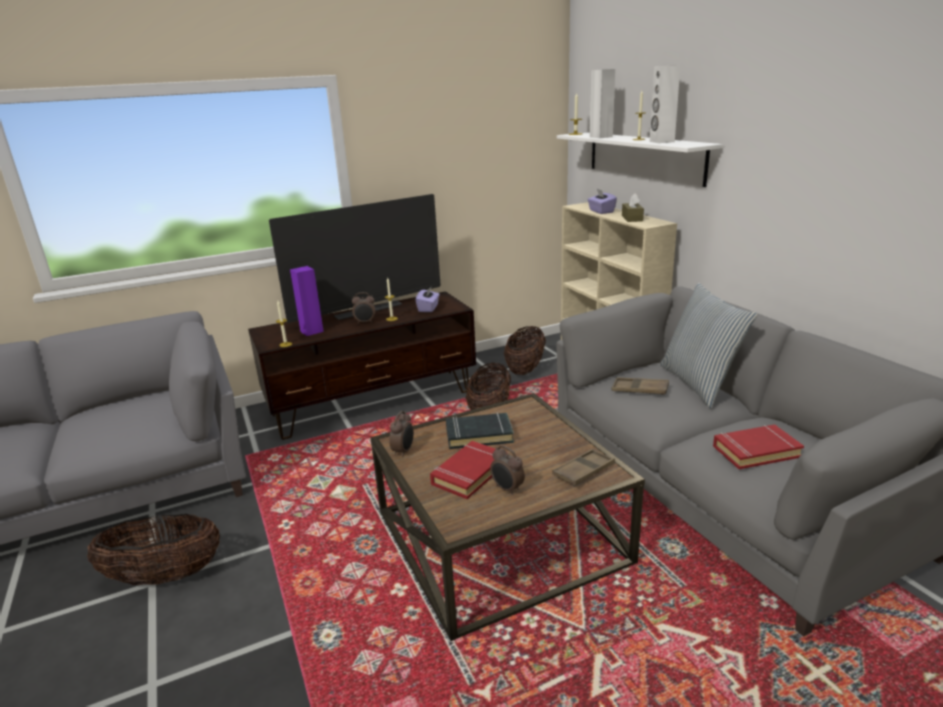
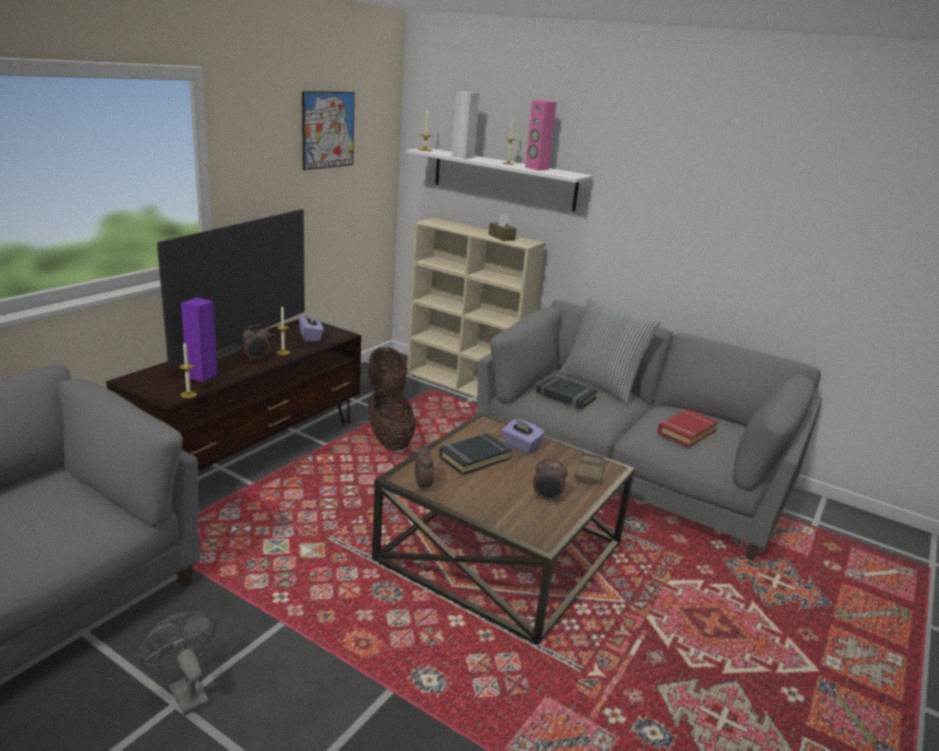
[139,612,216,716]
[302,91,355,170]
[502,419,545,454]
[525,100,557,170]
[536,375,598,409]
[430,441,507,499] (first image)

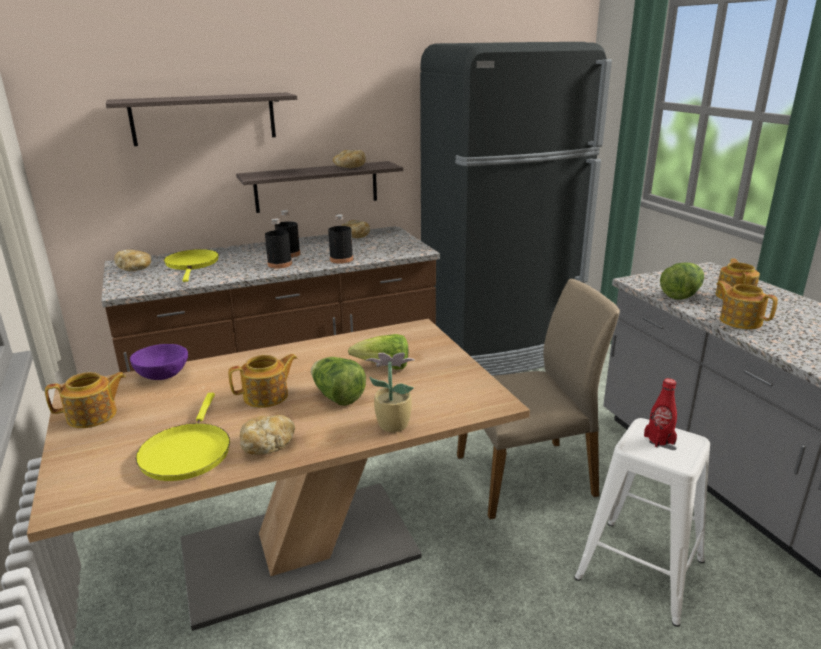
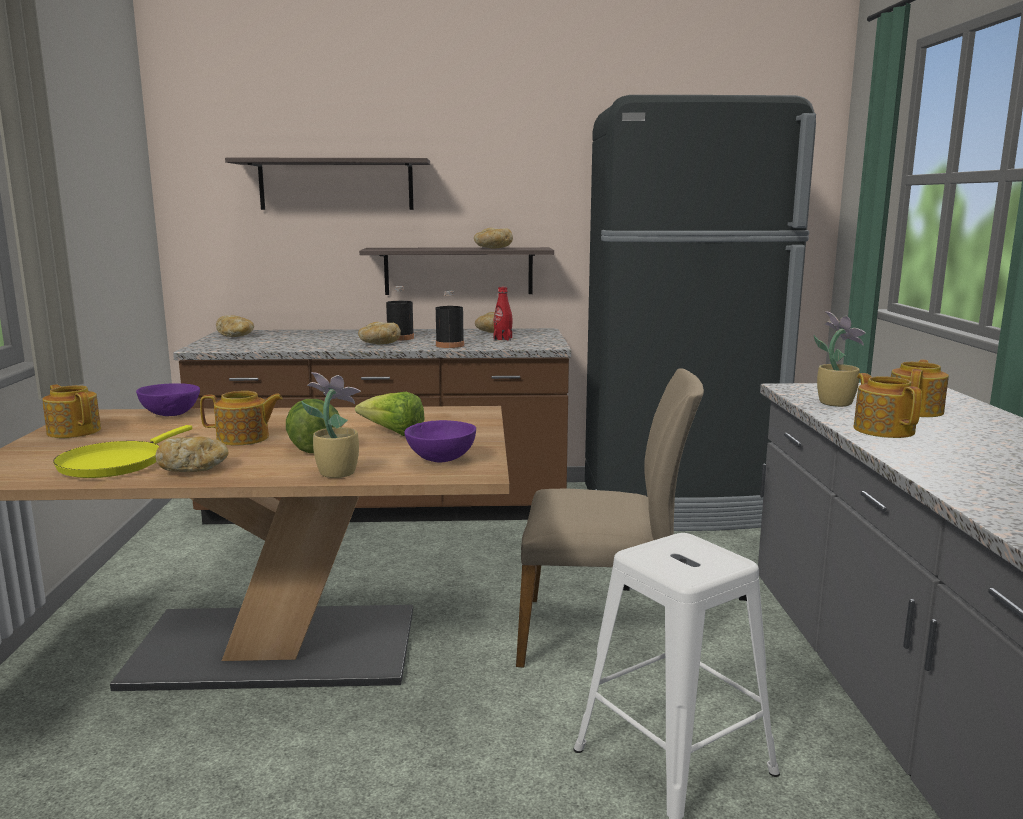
[42,384,101,438]
[358,322,401,344]
[404,420,476,463]
[494,287,513,341]
[814,311,866,407]
[164,249,219,282] (first image)

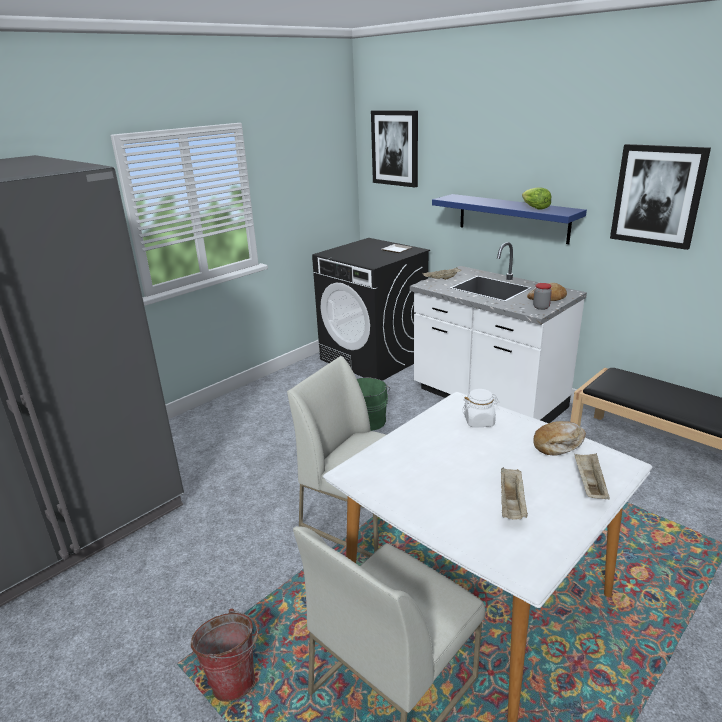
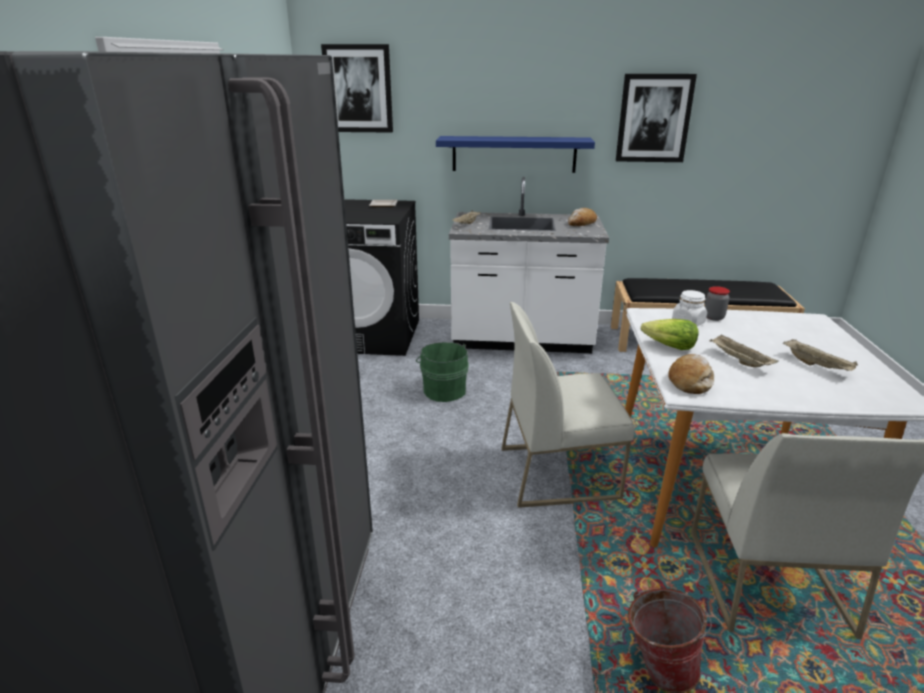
[641,319,699,350]
[668,354,714,394]
[705,286,730,321]
[710,334,779,367]

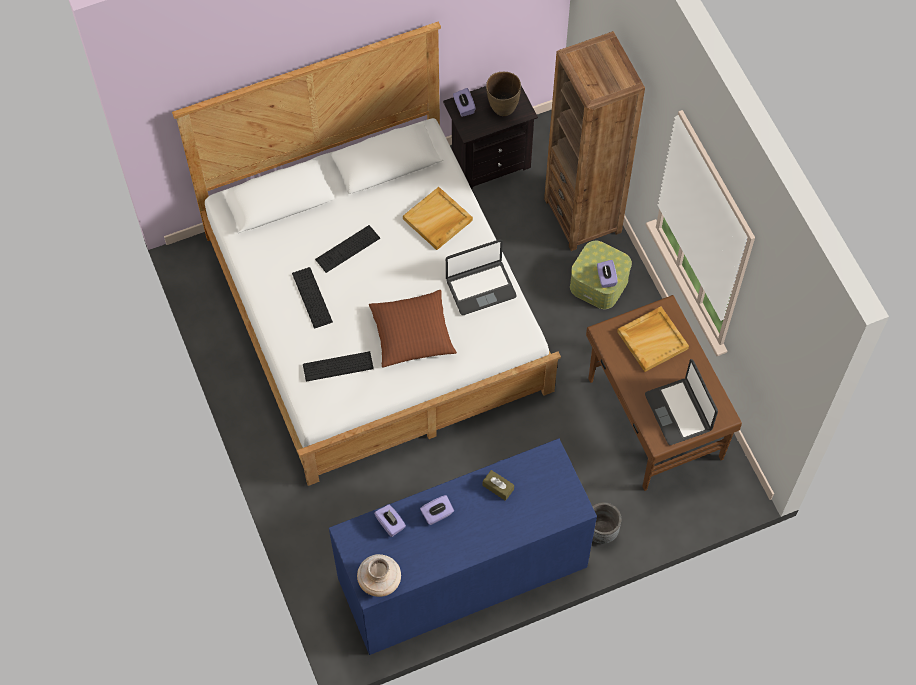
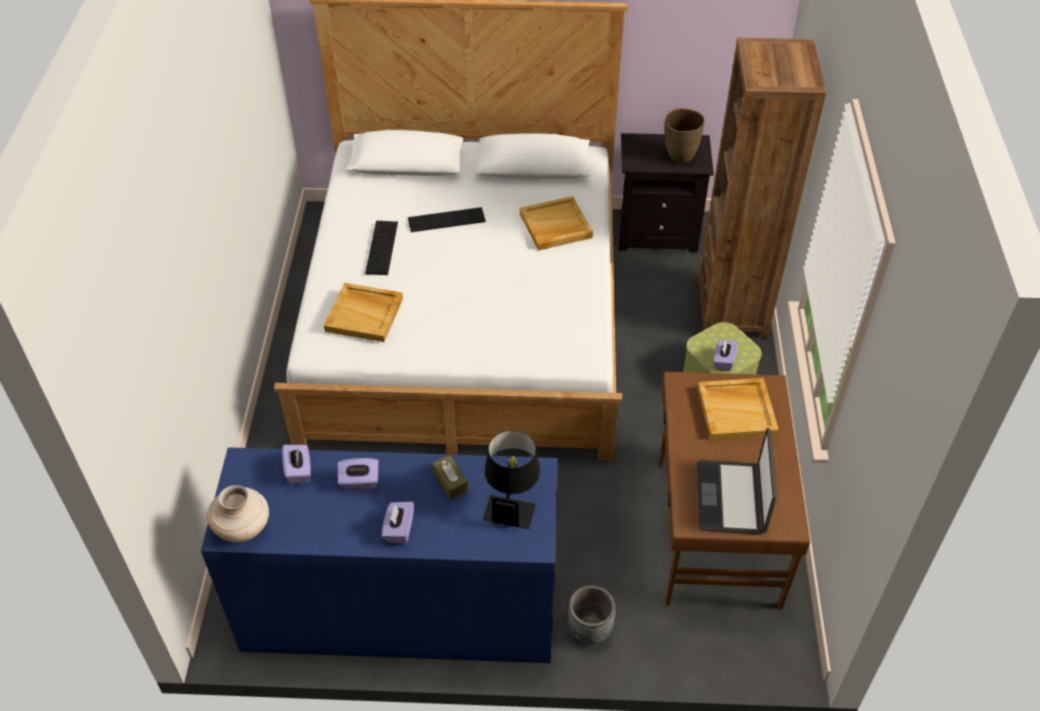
[324,283,403,342]
[382,502,414,544]
[483,430,540,529]
[369,290,457,367] (first image)
[446,239,517,315] (first image)

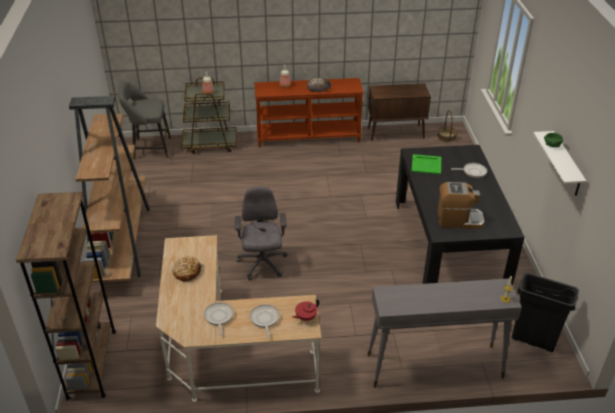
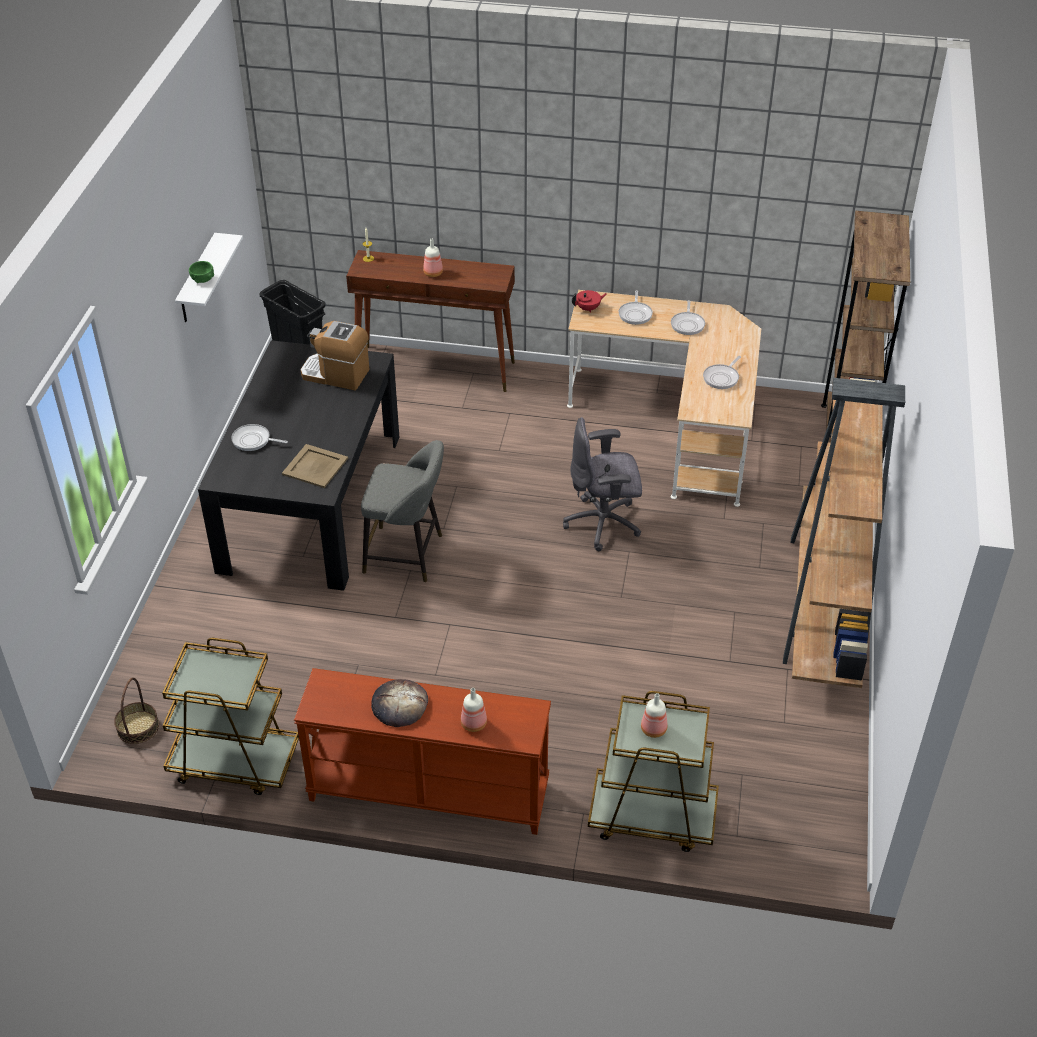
[162,638,299,795]
[282,444,348,488]
[346,250,515,392]
[361,440,444,582]
[423,239,443,277]
[563,417,642,551]
[703,356,741,389]

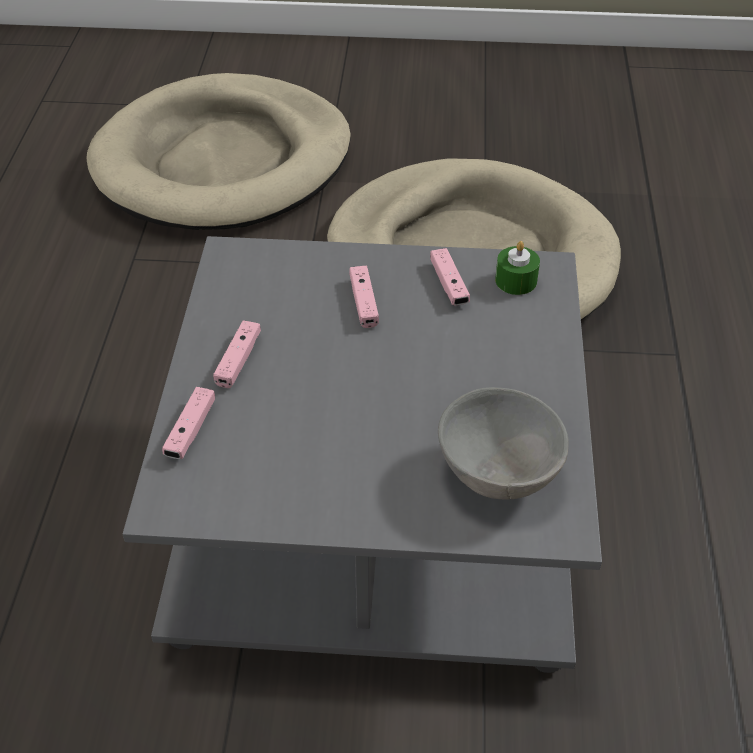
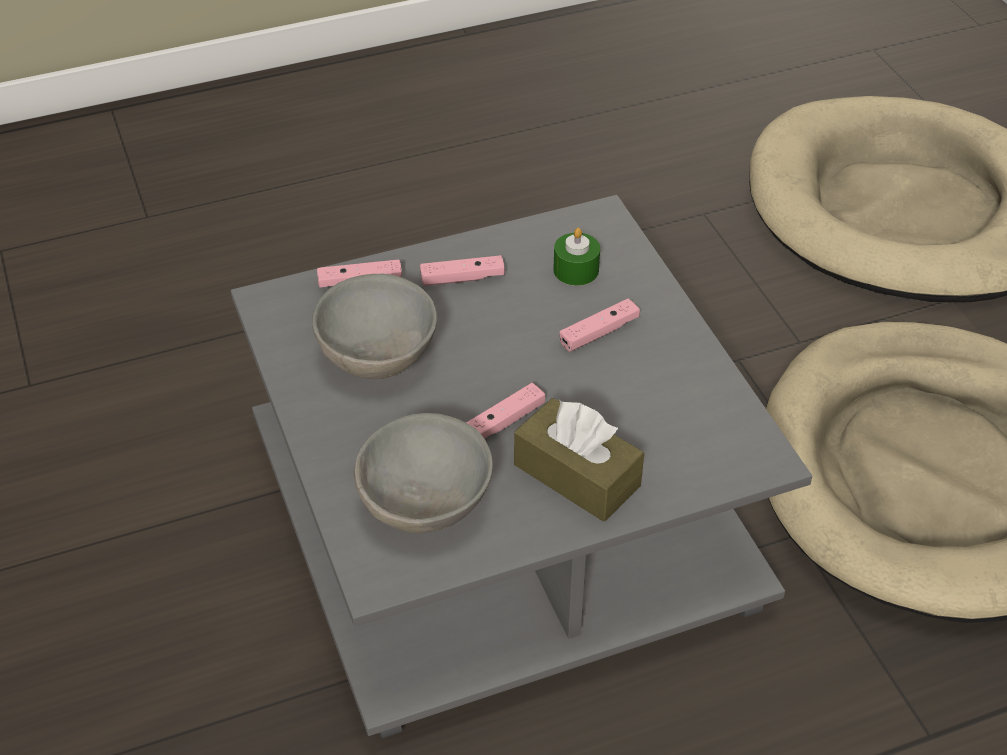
[312,274,437,379]
[466,383,545,439]
[514,398,644,522]
[553,228,600,286]

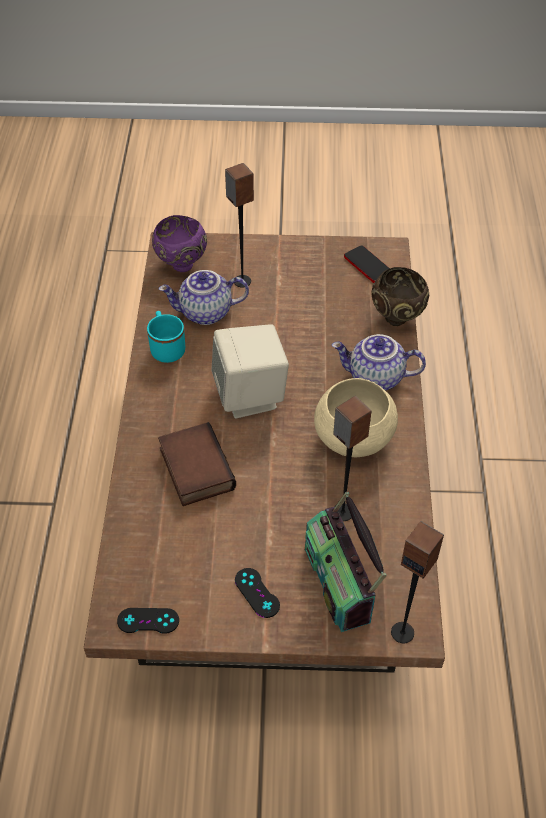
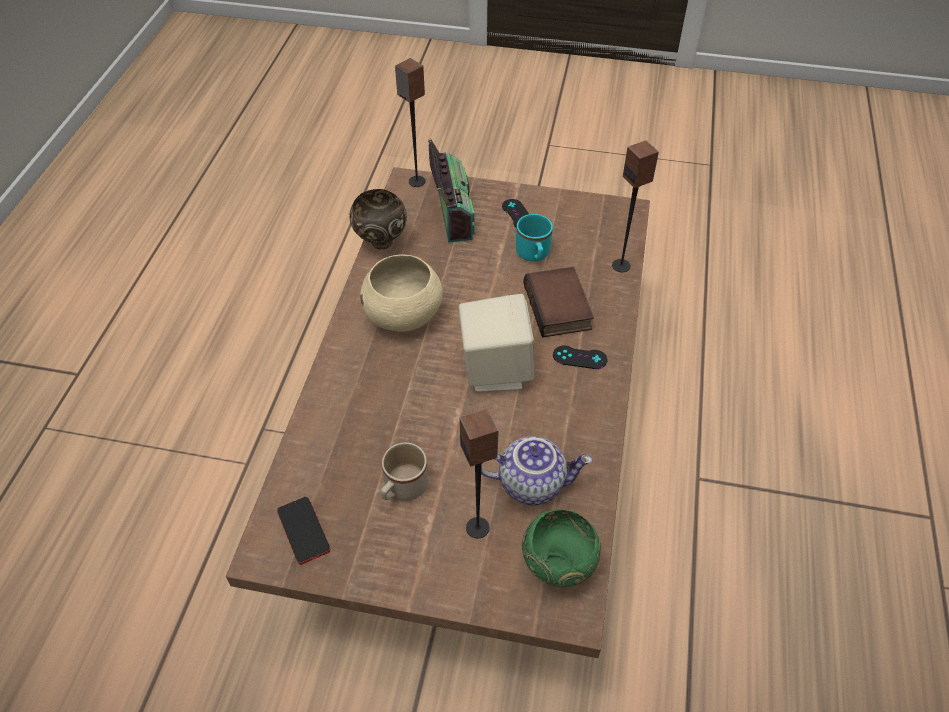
[350,189,407,250]
[381,442,428,501]
[516,214,553,262]
[522,510,601,587]
[553,345,607,369]
[612,141,659,272]
[332,334,426,391] (first image)

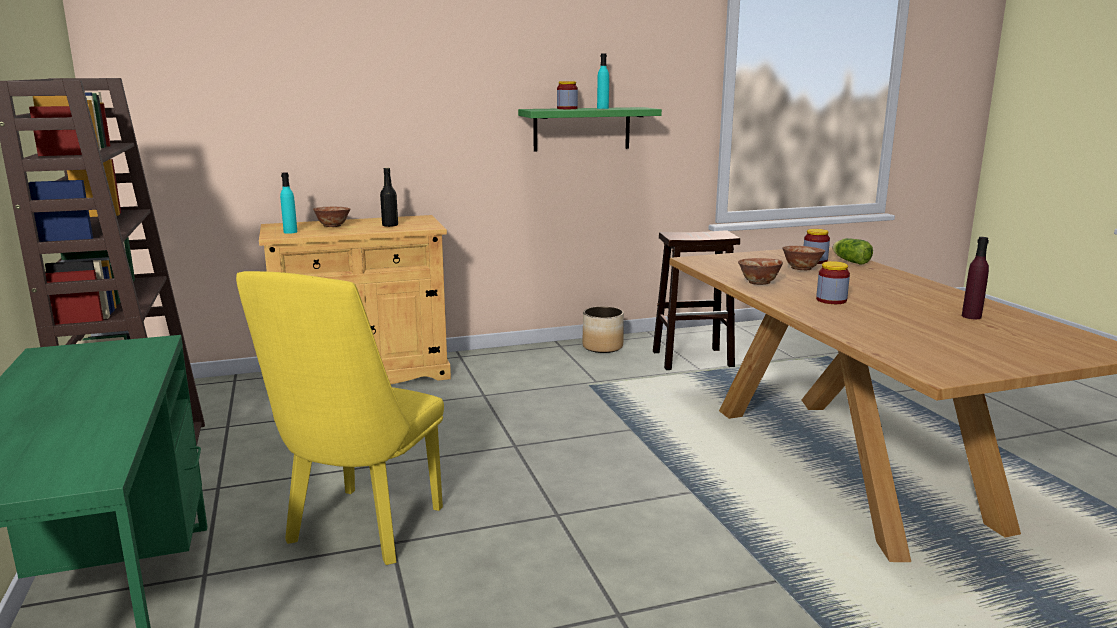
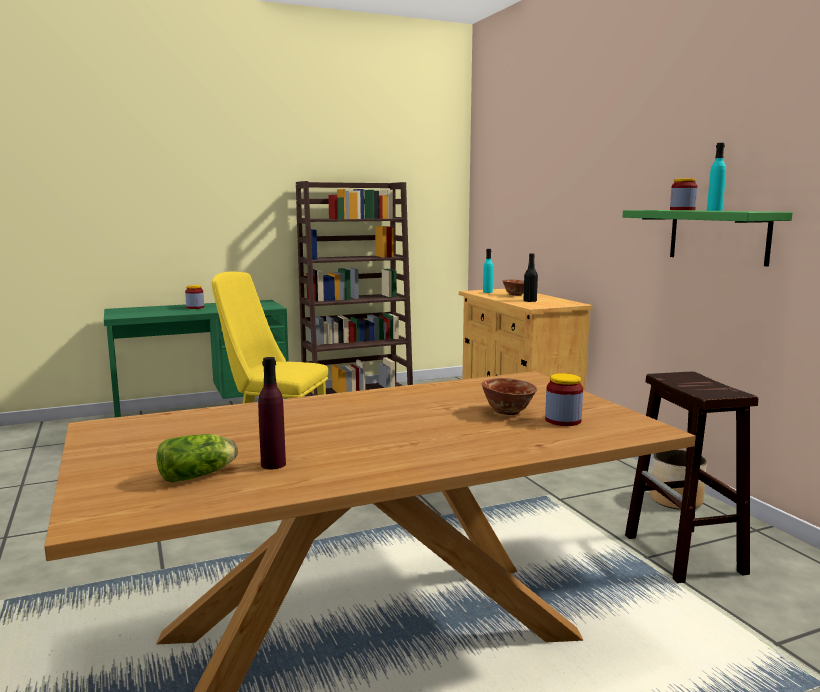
[156,434,238,483]
[185,285,204,309]
[738,258,783,285] (first image)

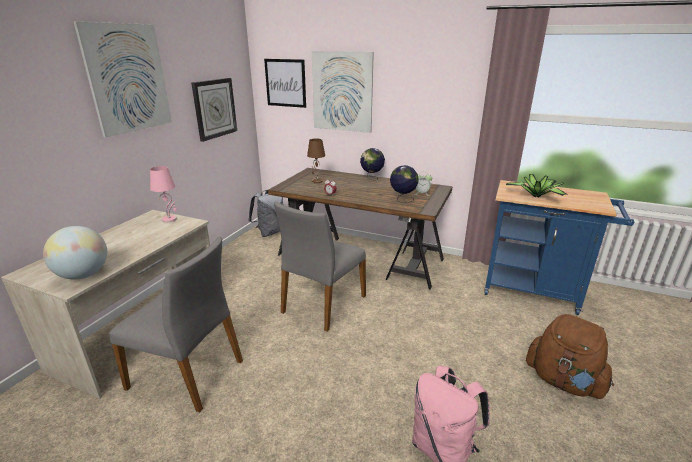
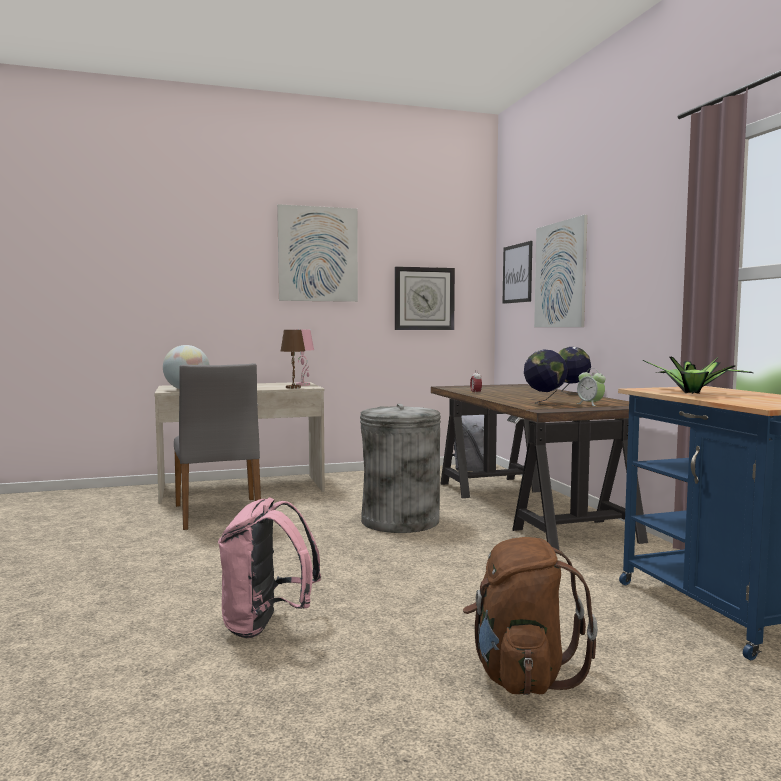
[281,330,305,389]
[360,404,441,533]

